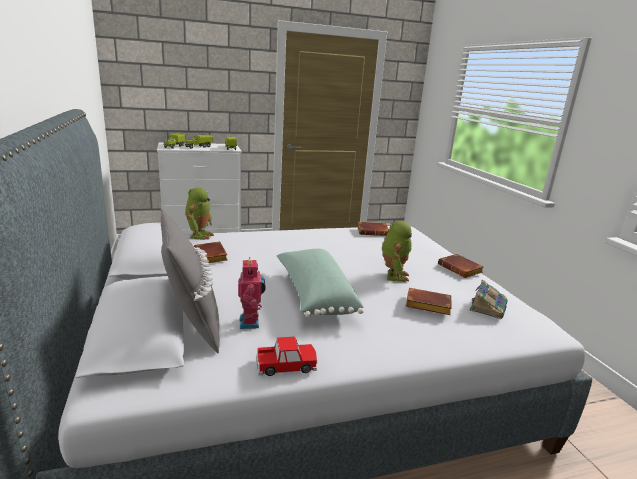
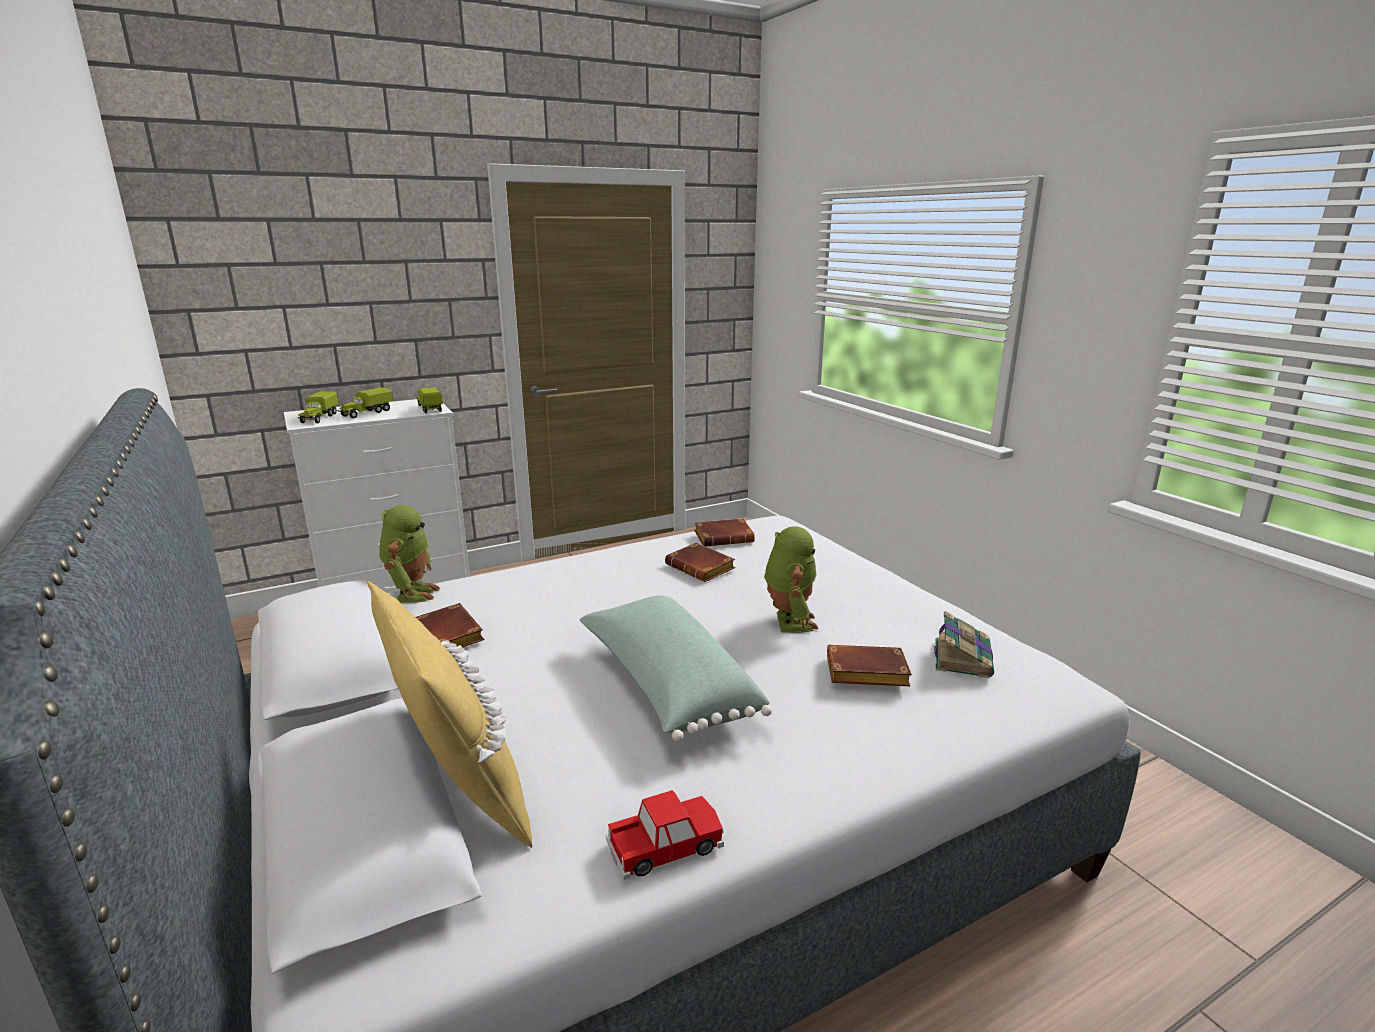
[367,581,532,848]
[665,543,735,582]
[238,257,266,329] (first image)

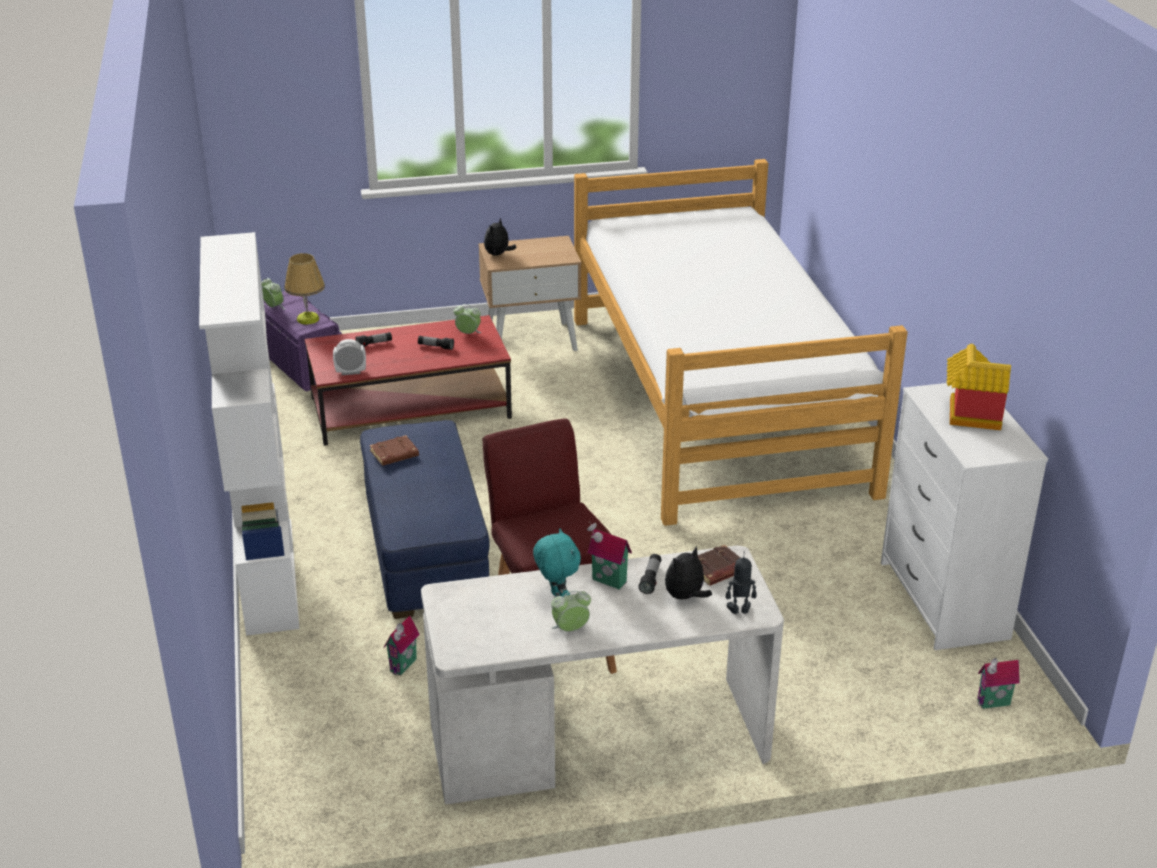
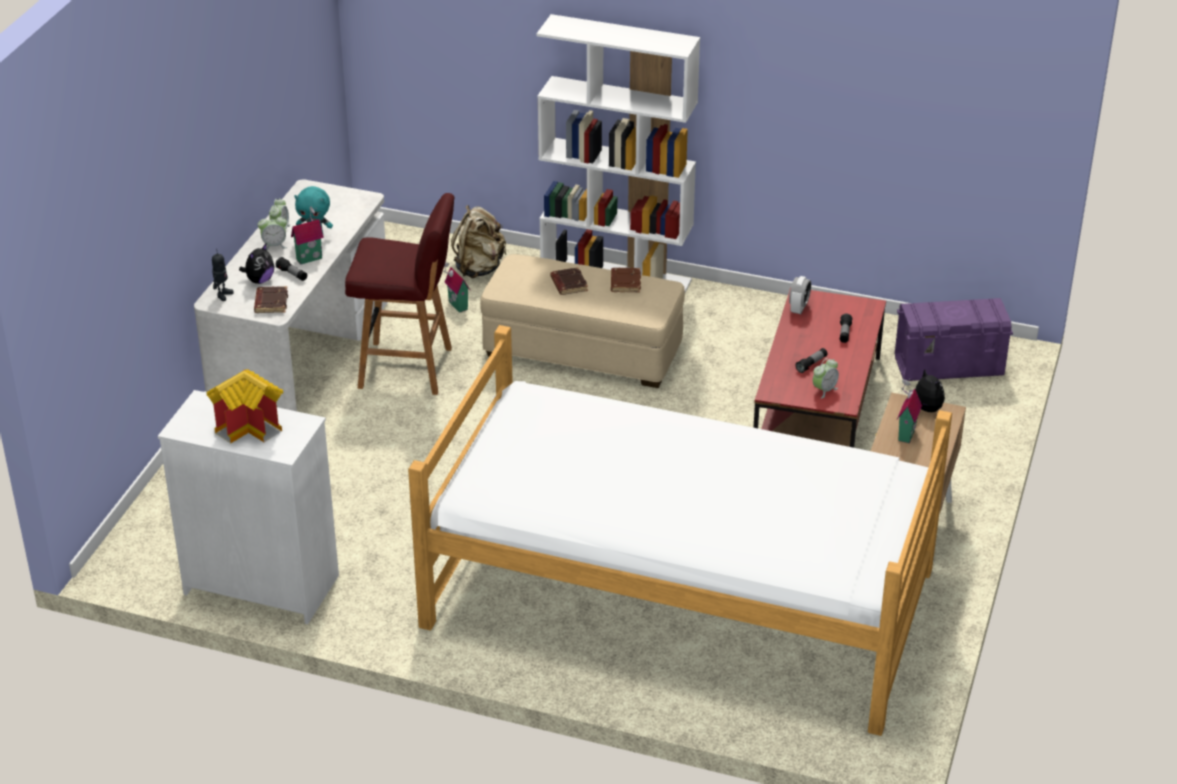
[239,244,274,284]
[258,214,288,251]
[451,205,507,278]
[480,254,685,388]
[551,267,588,295]
[897,378,922,443]
[284,253,325,325] (first image)

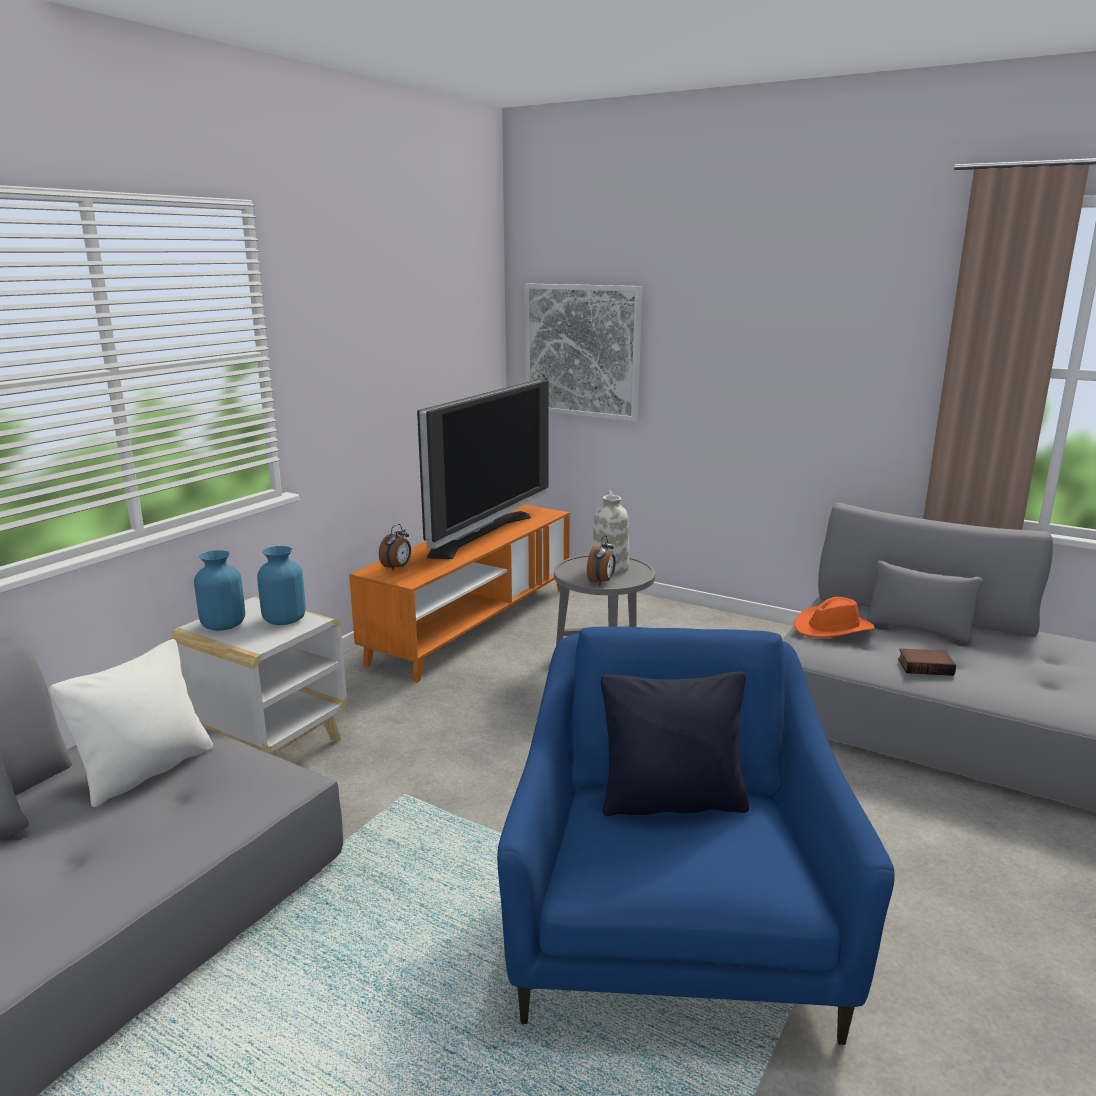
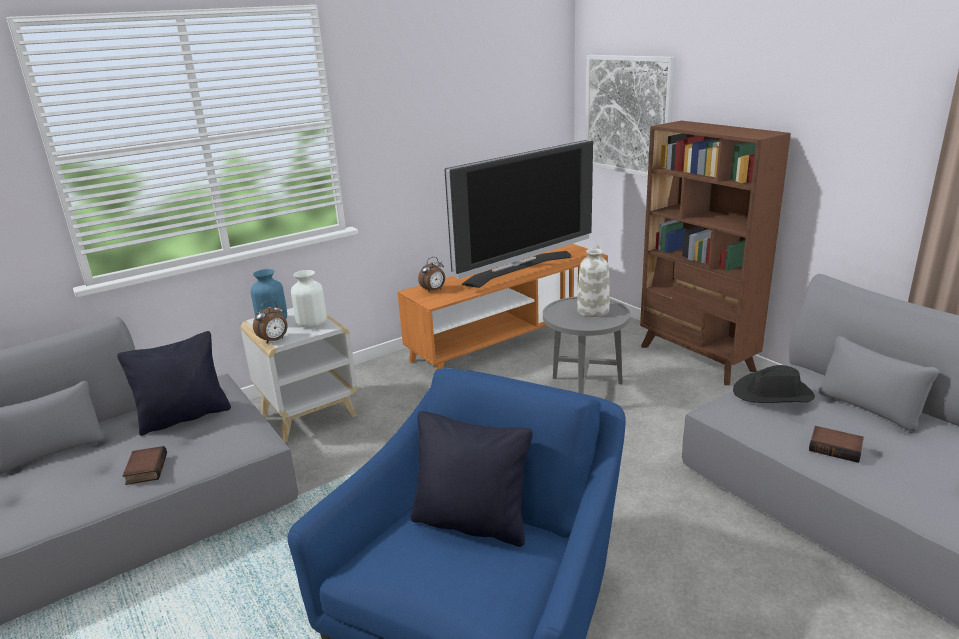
[117,331,231,436]
[123,446,167,485]
[253,300,288,344]
[291,270,327,328]
[640,121,791,385]
[733,365,815,403]

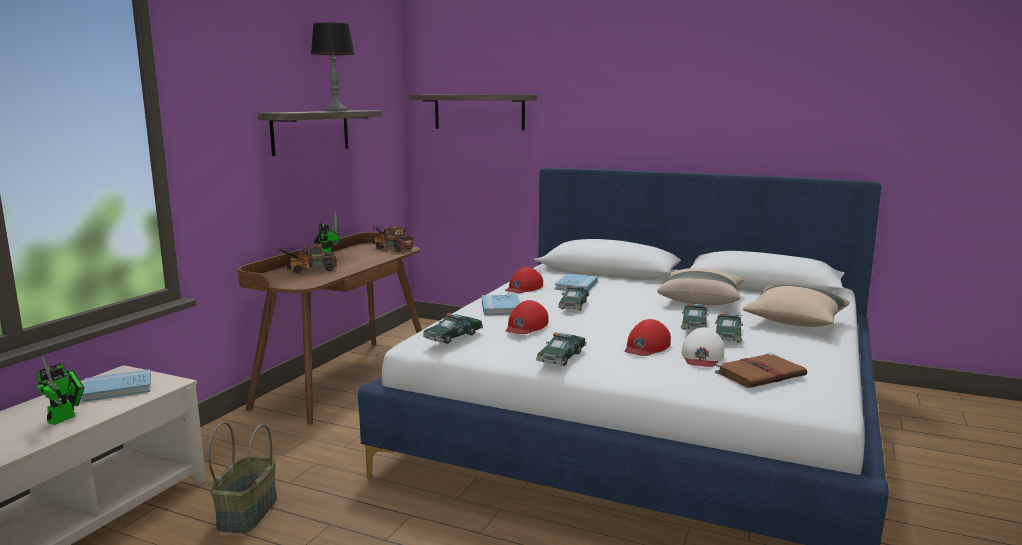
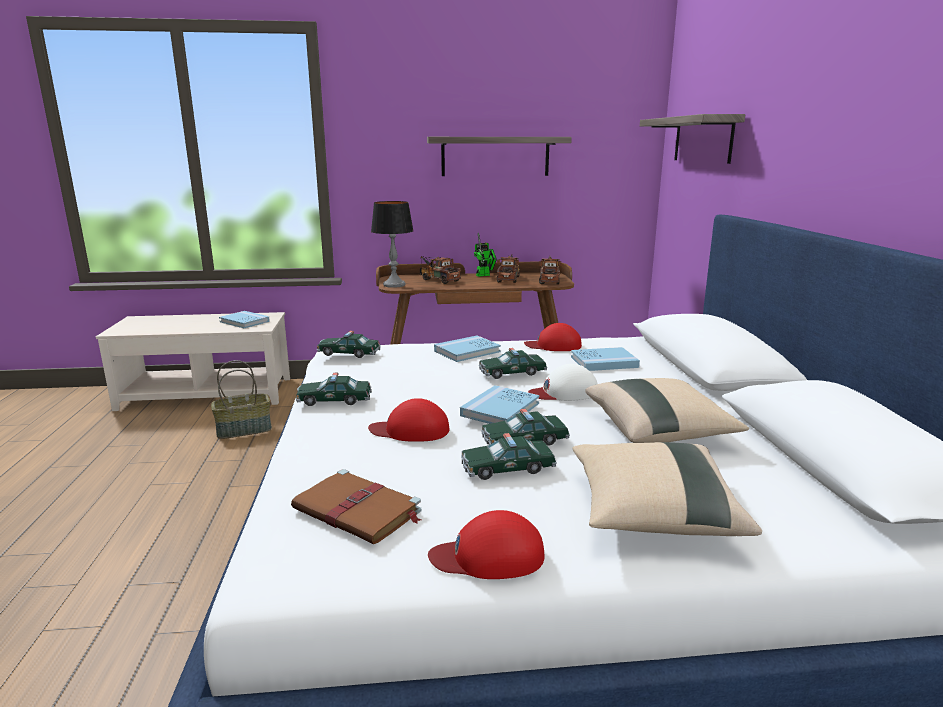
[371,201,414,288]
[428,510,545,579]
[460,385,539,424]
[497,255,520,283]
[528,364,597,401]
[37,357,84,425] (first image)

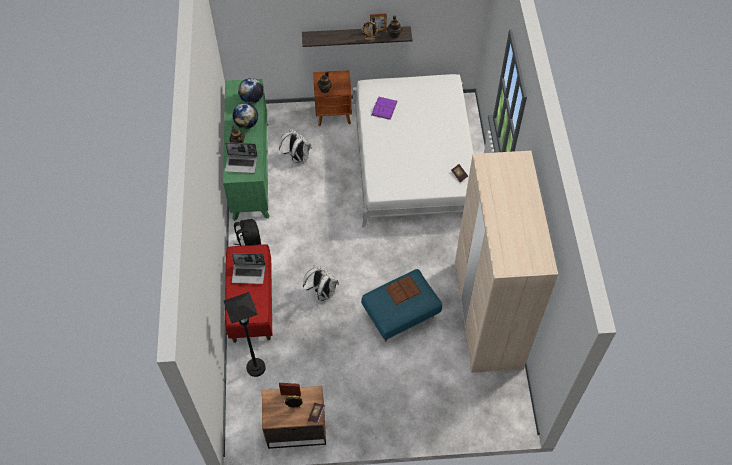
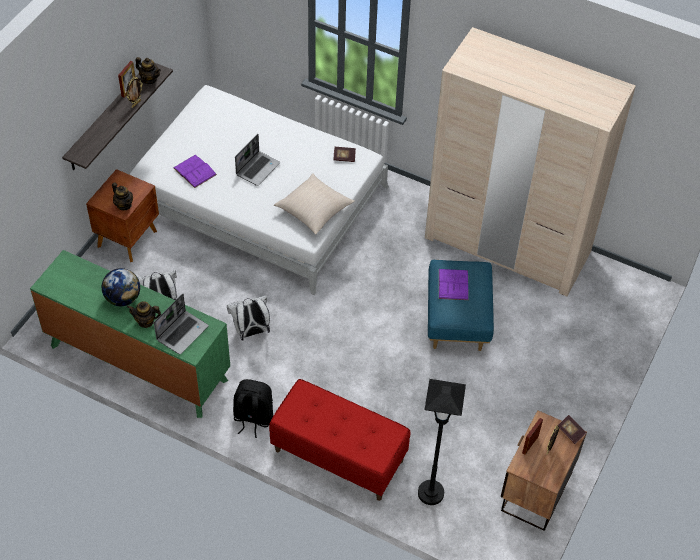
[227,295,270,341]
[235,134,280,186]
[274,173,355,235]
[439,269,468,300]
[238,78,263,104] (first image)

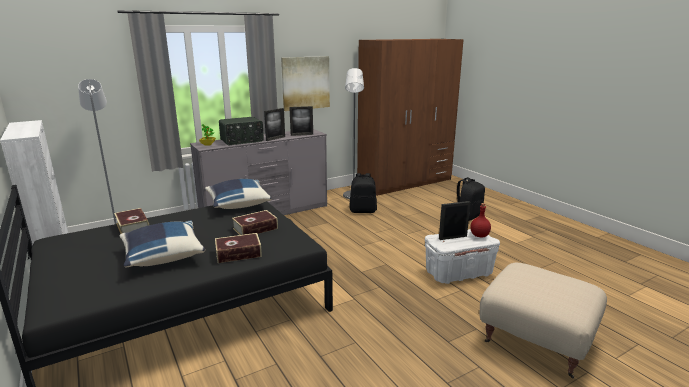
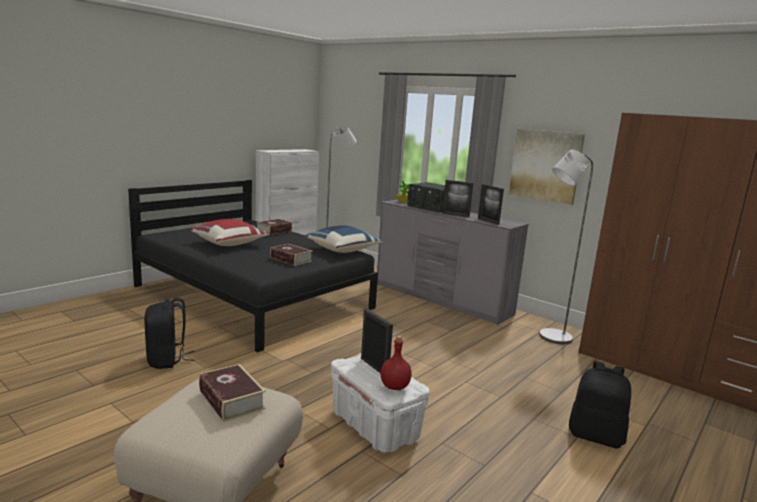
[144,298,194,369]
[190,219,269,246]
[199,364,266,422]

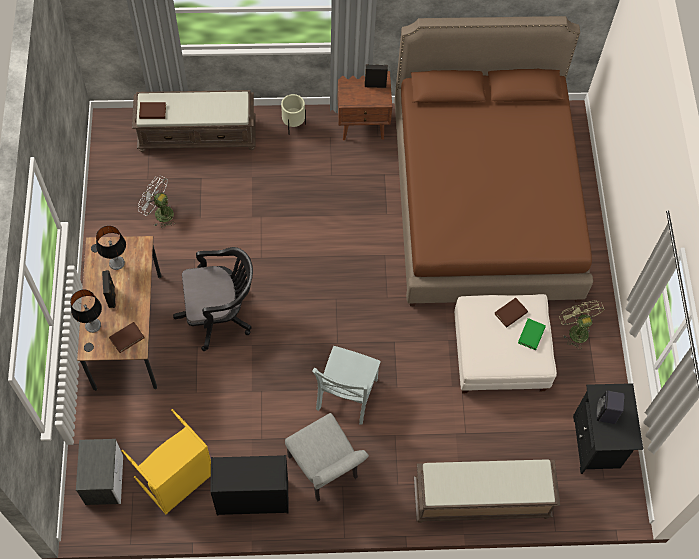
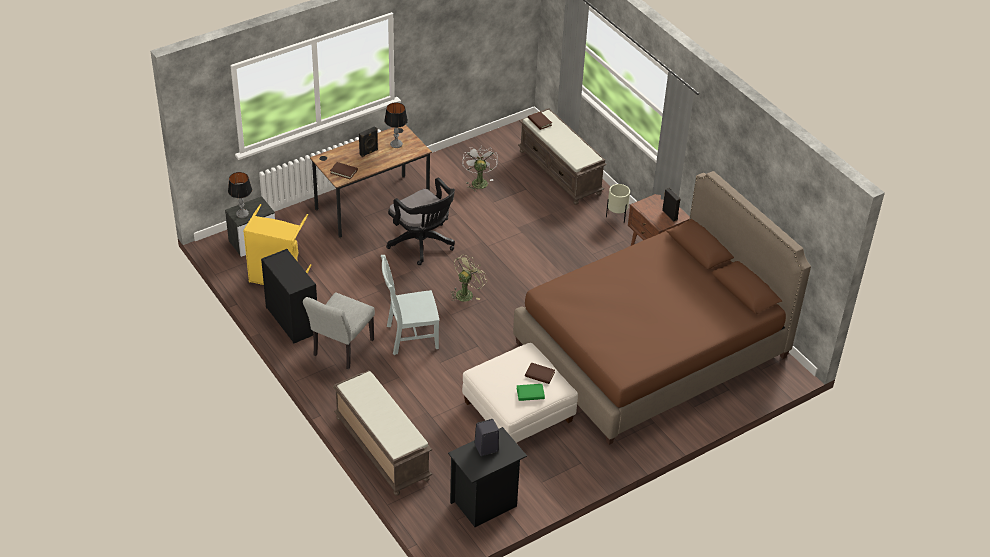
[228,172,252,218]
[450,254,487,302]

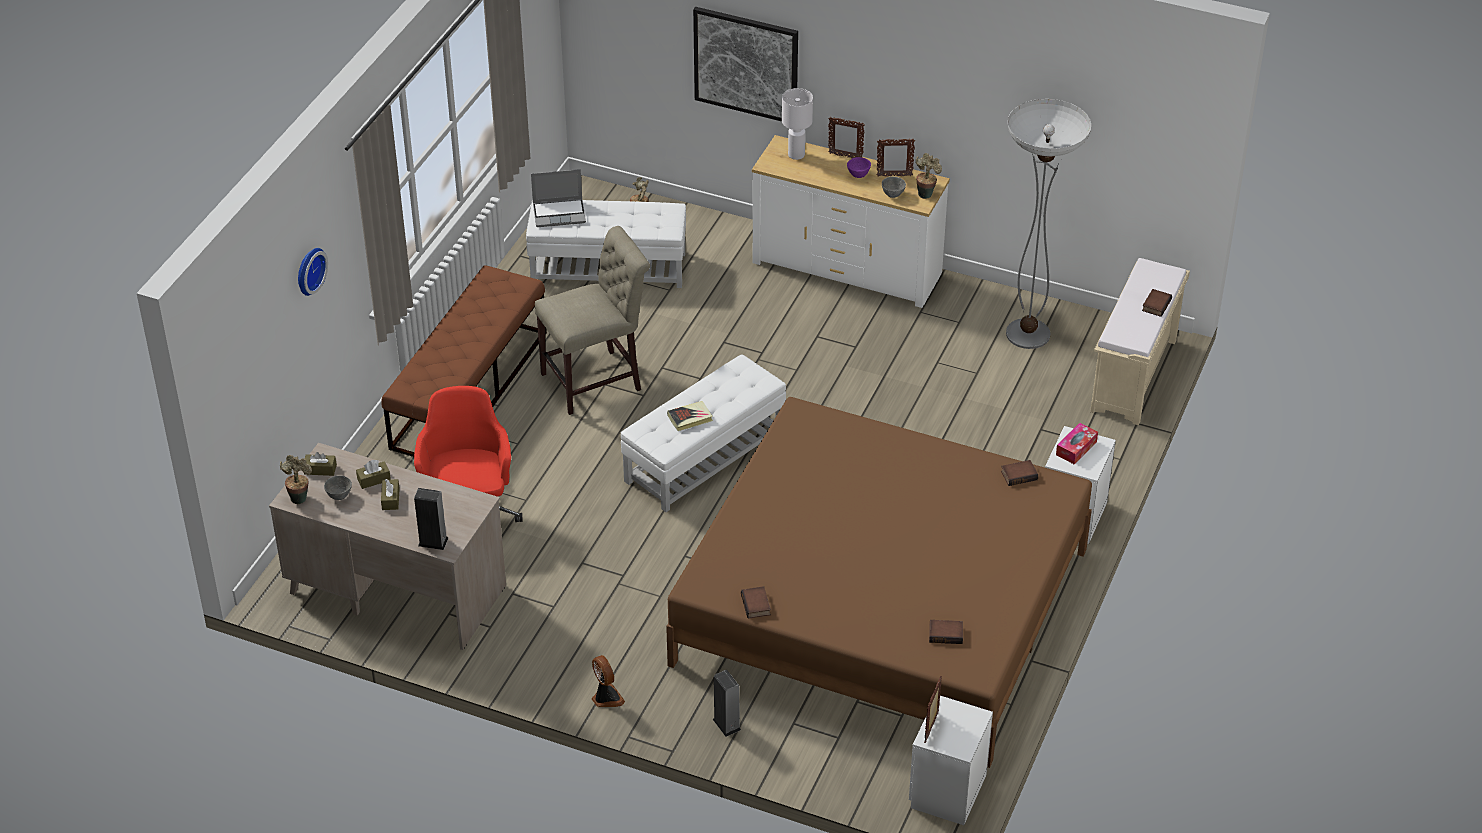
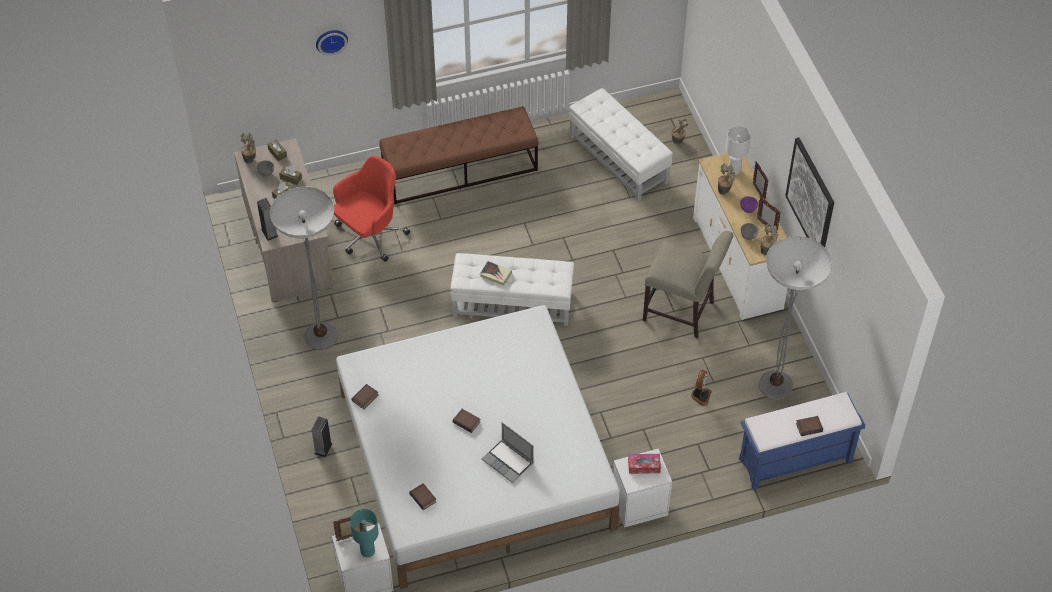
[270,187,338,350]
[336,305,620,589]
[350,509,379,557]
[453,409,480,433]
[482,422,533,483]
[643,231,733,338]
[691,370,712,406]
[718,164,735,195]
[739,392,865,490]
[785,137,834,247]

